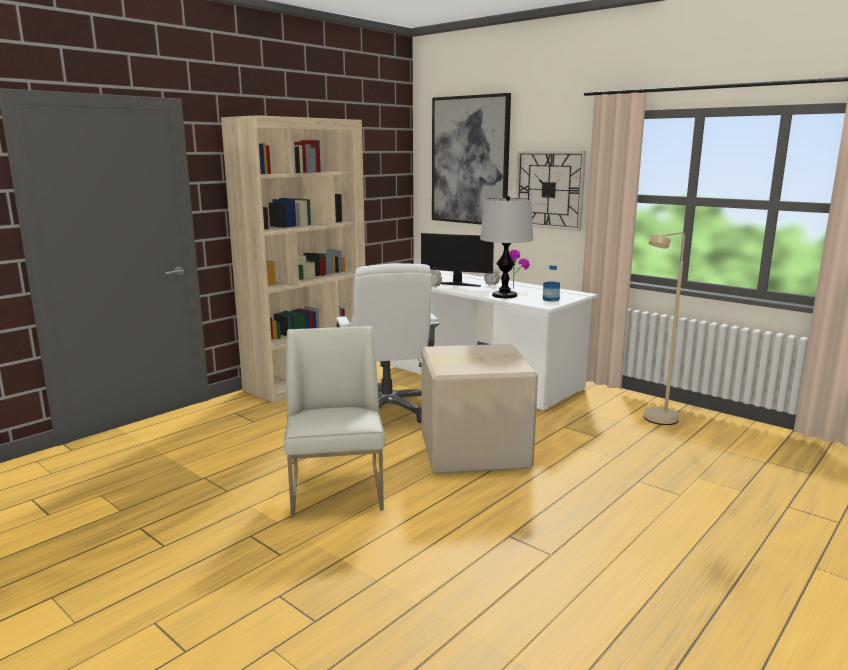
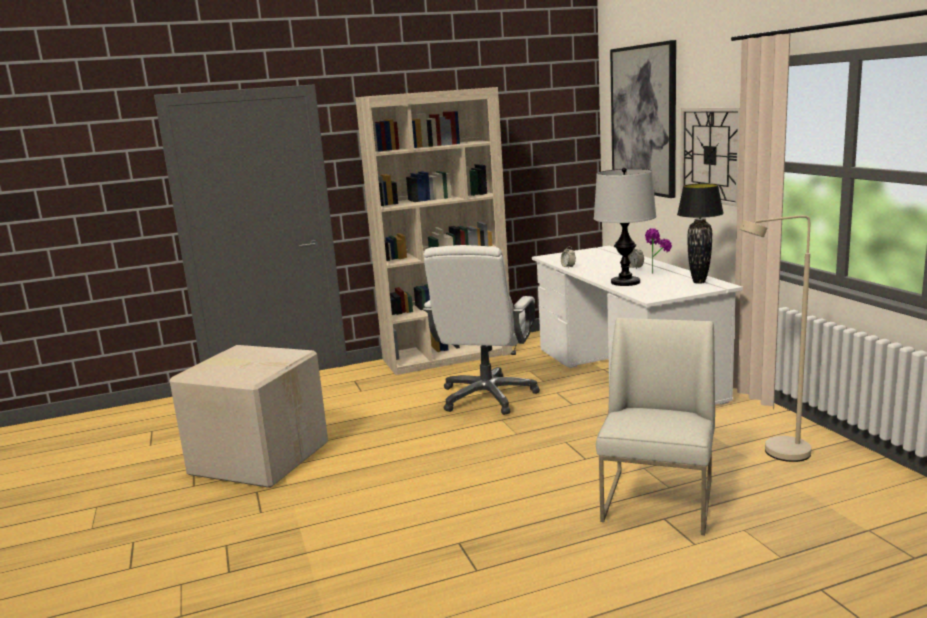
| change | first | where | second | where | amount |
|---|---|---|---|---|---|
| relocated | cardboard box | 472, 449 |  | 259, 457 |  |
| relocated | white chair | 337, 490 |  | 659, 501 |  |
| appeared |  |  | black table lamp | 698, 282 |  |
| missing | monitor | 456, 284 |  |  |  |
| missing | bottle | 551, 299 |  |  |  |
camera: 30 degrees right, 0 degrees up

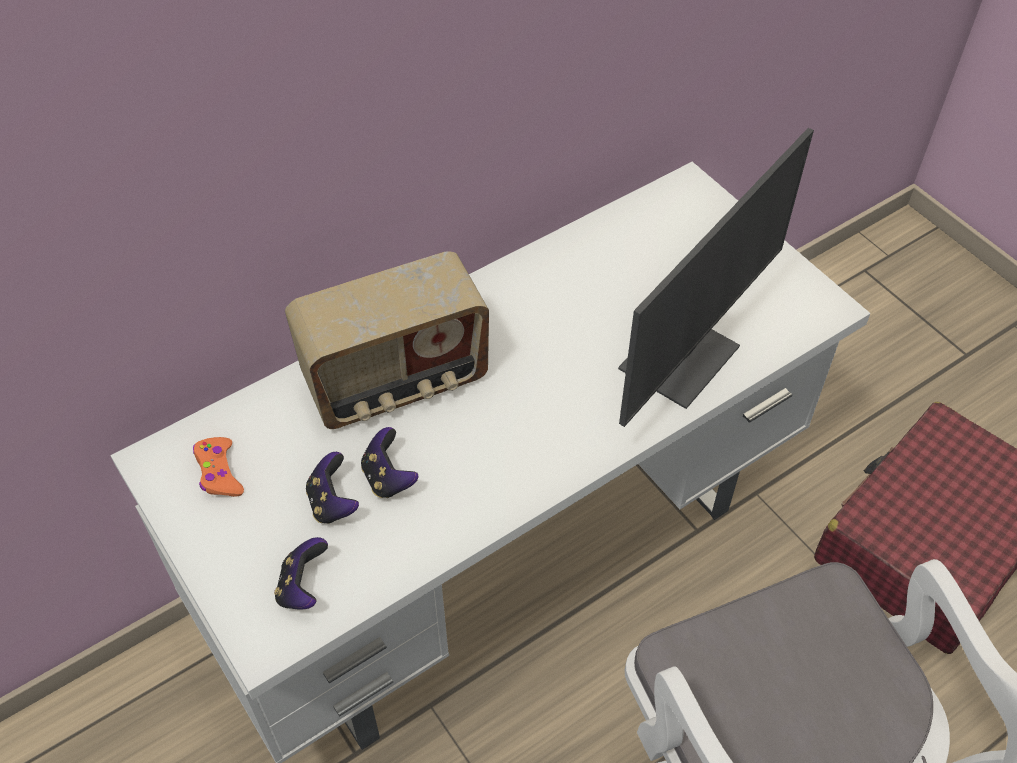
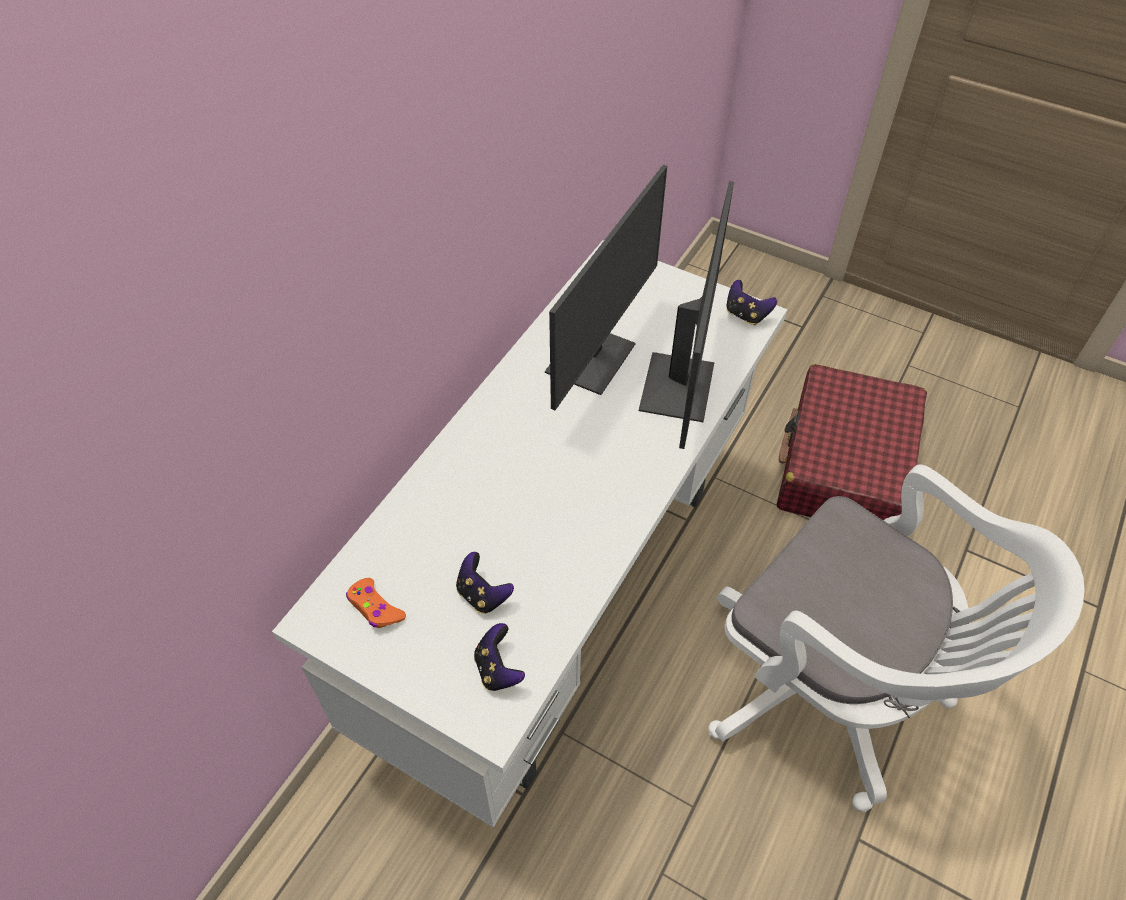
| change | first | where | second | where | amount |
|---|---|---|---|---|---|
| appeared |  |  | monitor | 593, 359 |  |
| relocated | game controller | 388, 478 |  | 746, 315 |  |
| missing | radio | 396, 383 |  |  |  |
camera: 25 degrees left, 0 degrees up

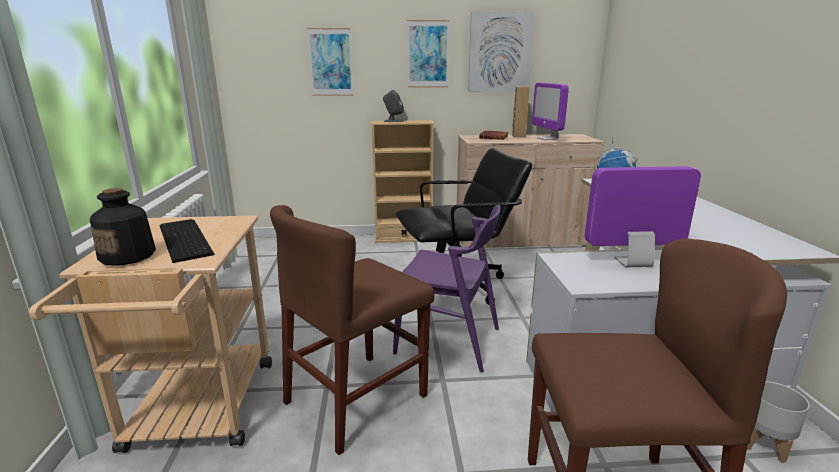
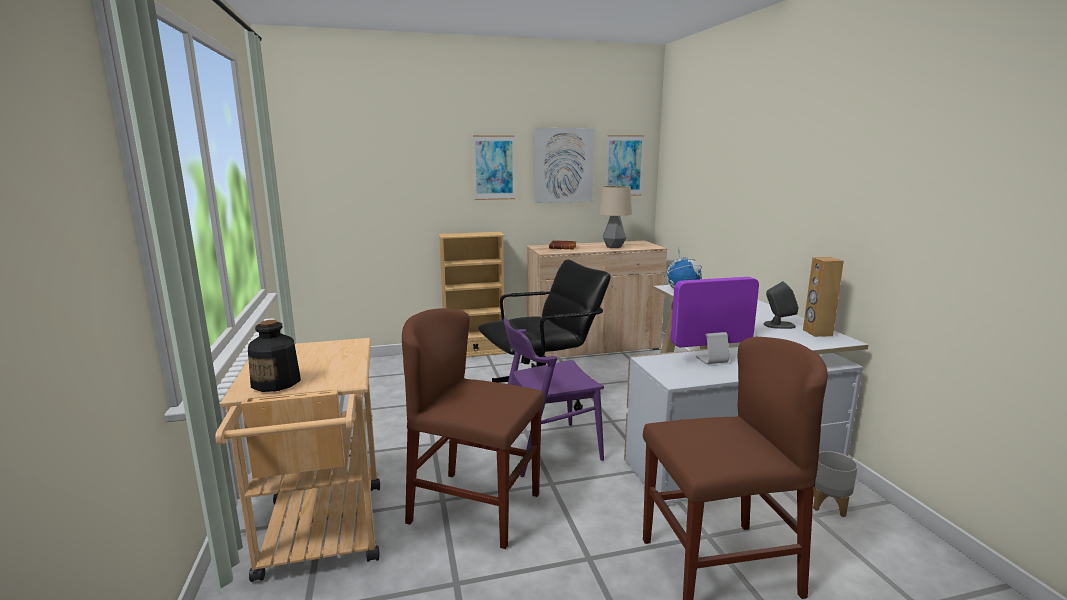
| change | first | where | second | where | amount |
|---|---|---|---|---|---|
| spun | brown chair | 356, 398 |  | 475, 508 | 75 degrees clockwise |
| spun | purple chair | 448, 341 |  | 547, 448 | 150 degrees clockwise |
| exchanged | monitor | 547, 139 | table lamp | 614, 247 |  |
| relocated | picture | 331, 62 |  | 624, 165 |  |
| relocated | grey speaker | 393, 121 |  | 778, 325 |  |
| relocated | brown speaker | 518, 136 |  | 817, 333 |  |
| missing | keyboard | 182, 240 |  |  |  |
camera: 10 degrees left, 5 degrees down

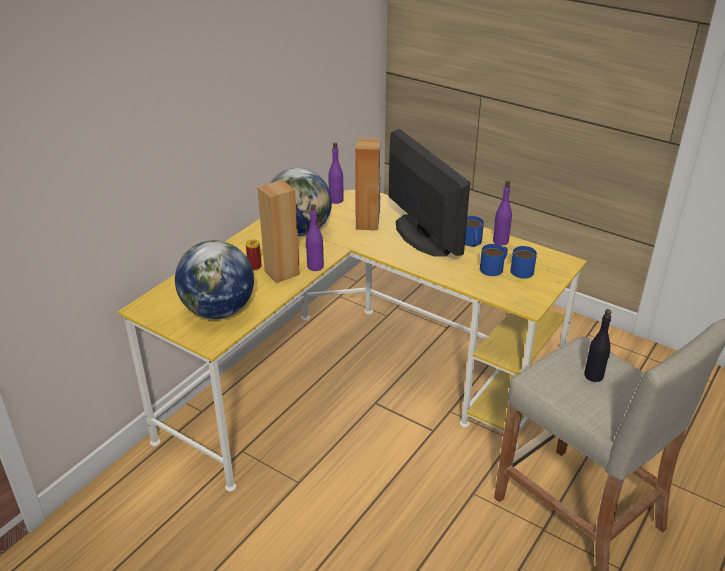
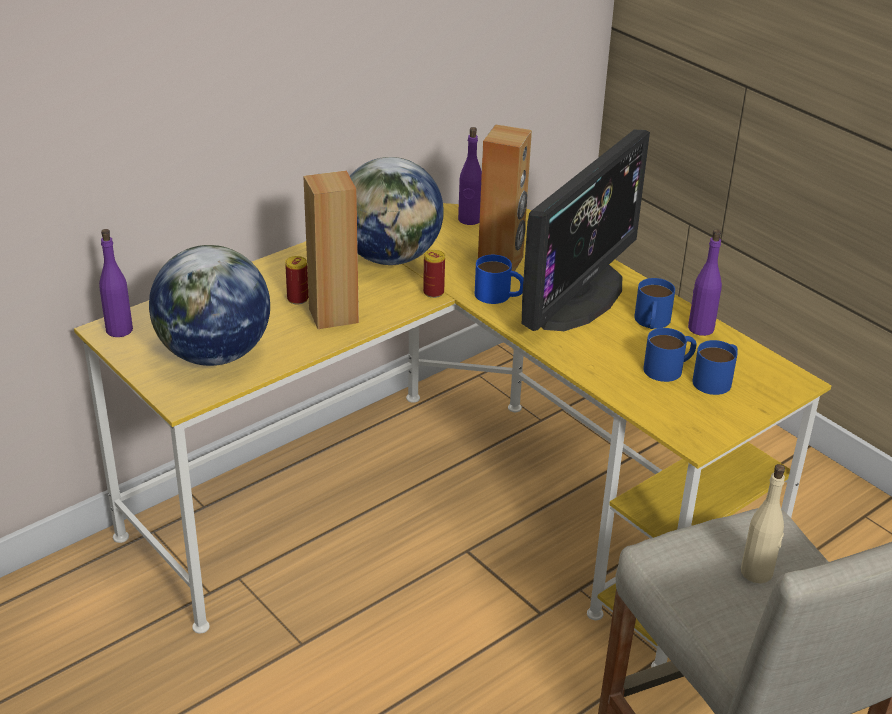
| change | first | where | second | where | amount |
|---|---|---|---|---|---|
| relocated | purple bottle | 315, 266 |  | 119, 330 |  |
| appeared |  |  | can | 433, 292 |  |
| appeared |  |  | blue mug | 499, 296 |  |
| spun | monitor | 422, 235 |  | 578, 297 | 45 degrees clockwise |
| colour | black bottle | 594, 375 | beige bottle | 757, 572 |  |
camera: 15 degrees right, 0 degrees up

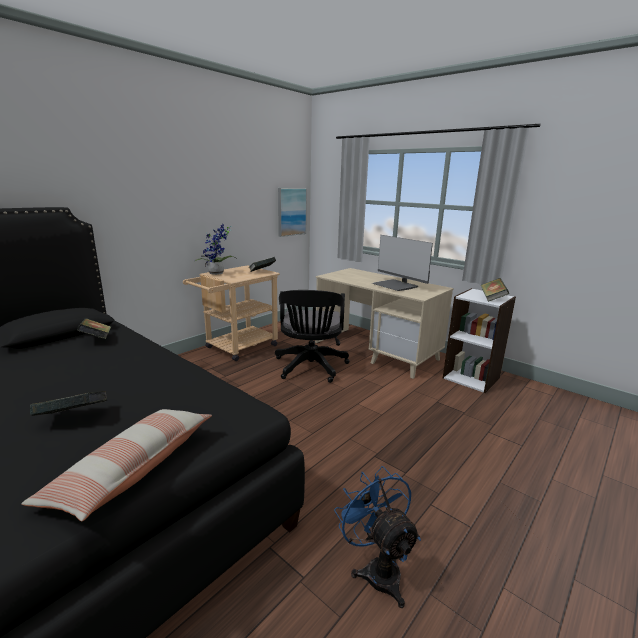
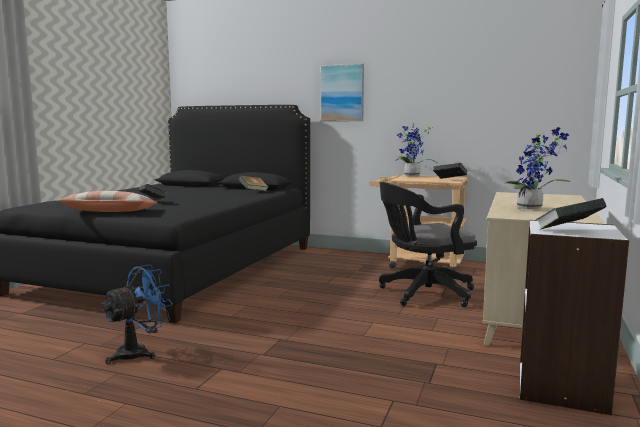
| change | first | where | second | where | amount |
|---|---|---|---|---|---|
| relocated | picture | 291, 211 |  | 342, 93 |  |
| exchanged | monitor | 395, 286 | potted plant | 533, 208 |  |
camera: 70 degrees right, 10 degrees down

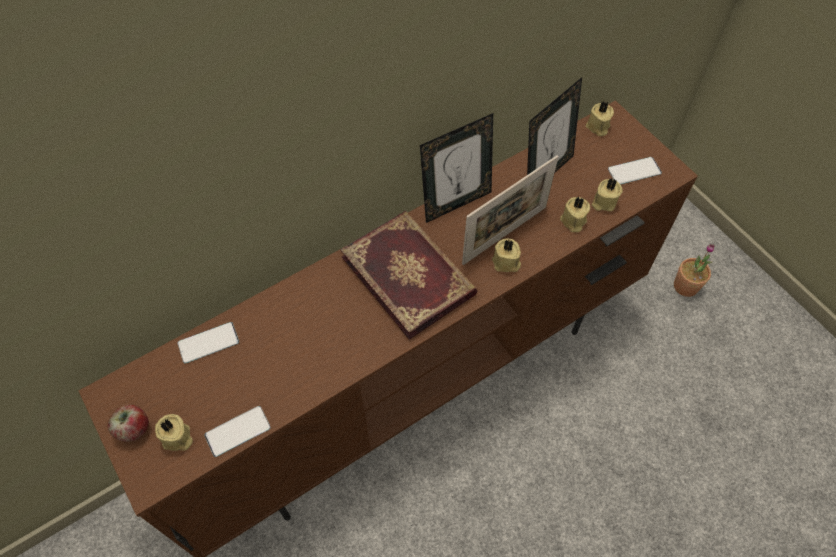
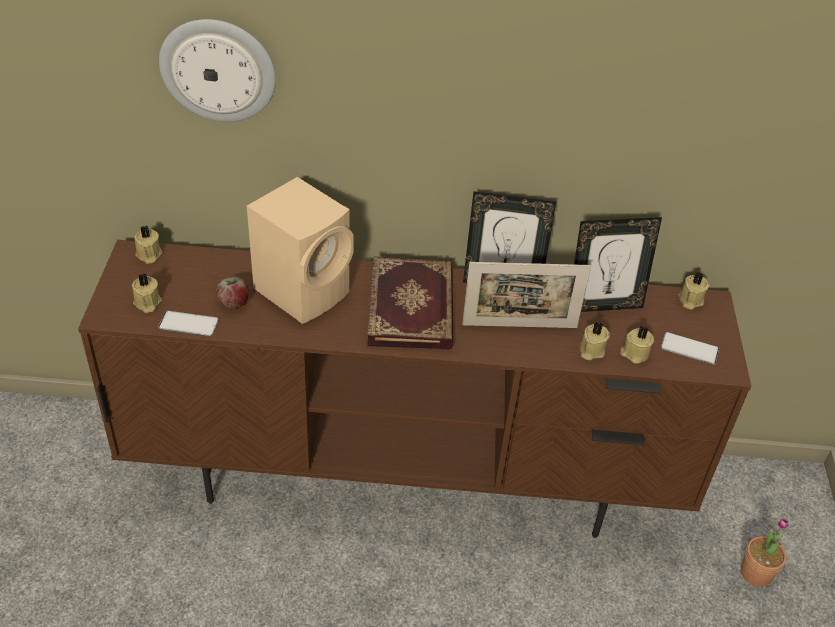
| change | first | where | second | where | amount |
|---|---|---|---|---|---|
| relocated | beige candle | 506, 263 |  | 148, 255 |  |
| appeared |  |  | wall clock | 218, 70 |  |
| relocated | apple | 134, 429 |  | 234, 302 |  |
| appeared |  |  | beige speaker | 304, 290 |  |
| missing | phone | 208, 342 |  |  |  |
camera: 35 degrees right, 15 degrees down

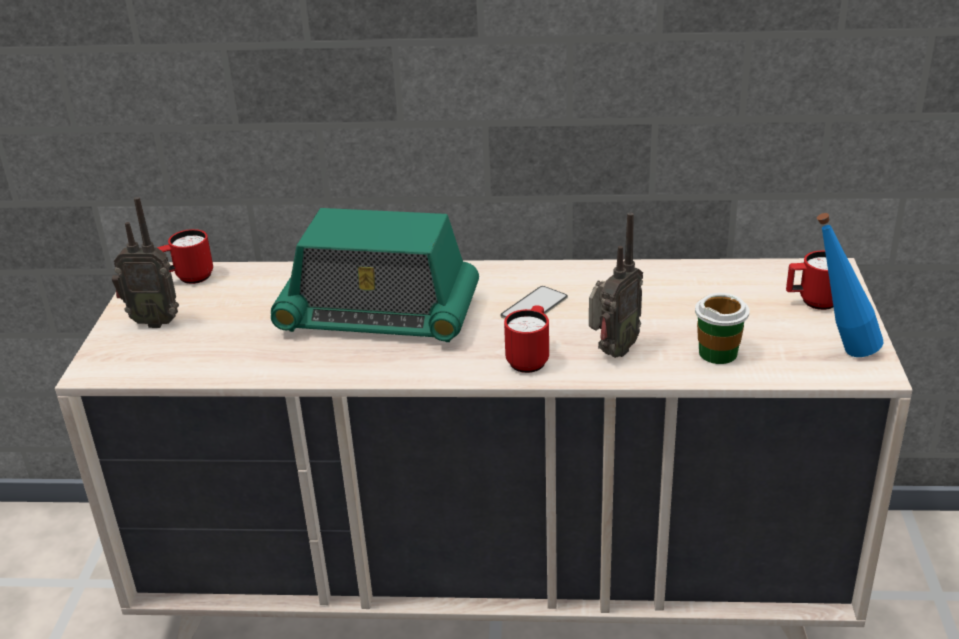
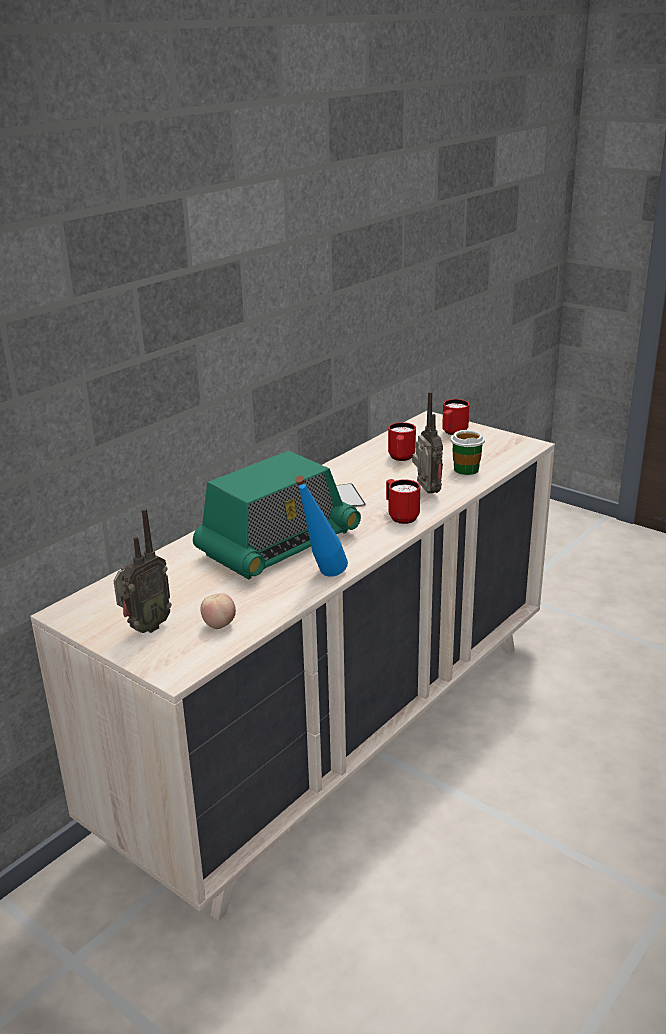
| change | first | where | second | where | amount |
|---|---|---|---|---|---|
| appeared |  |  | apple | 219, 625 |  |
| relocated | blue bottle | 839, 350 |  | 322, 577 |  |
| relocated | red mug | 189, 278 |  | 401, 458 |  |
camera: 55 degrees left, 5 degrees down

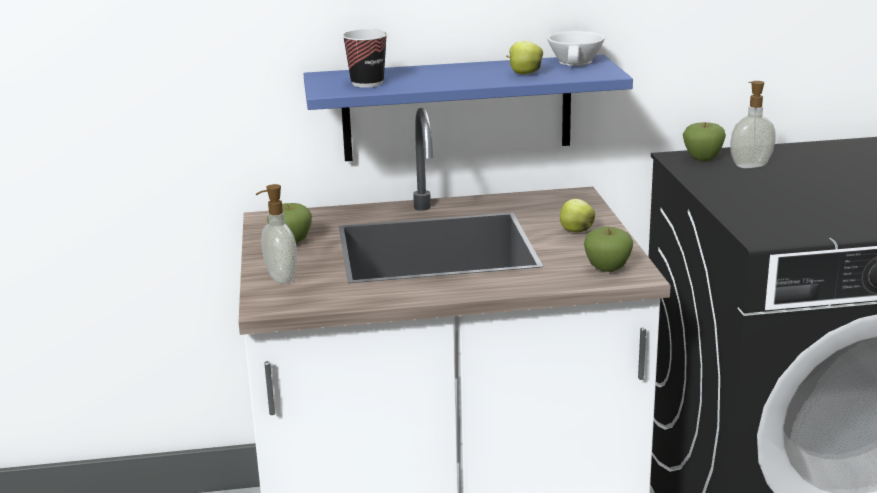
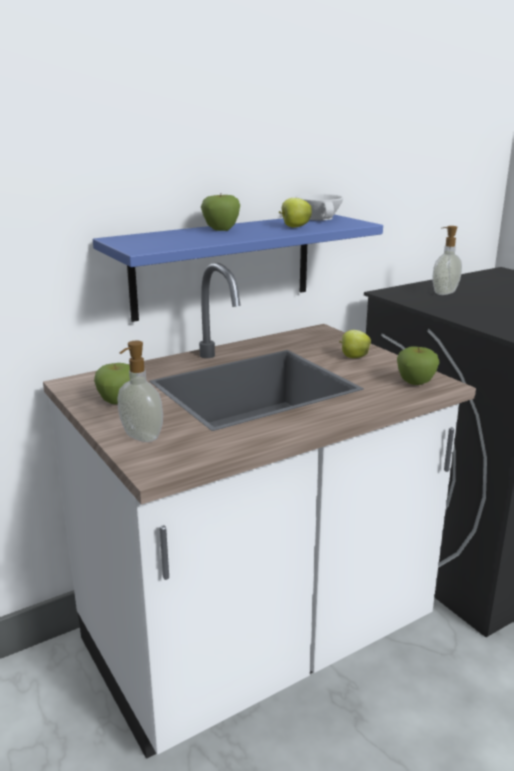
| change | first | where | second | where | amount |
|---|---|---|---|---|---|
| relocated | apple | 702, 158 |  | 221, 229 |  |
| missing | cup | 367, 83 |  |  |  |
camera: 25 degrees left, 0 degrees up

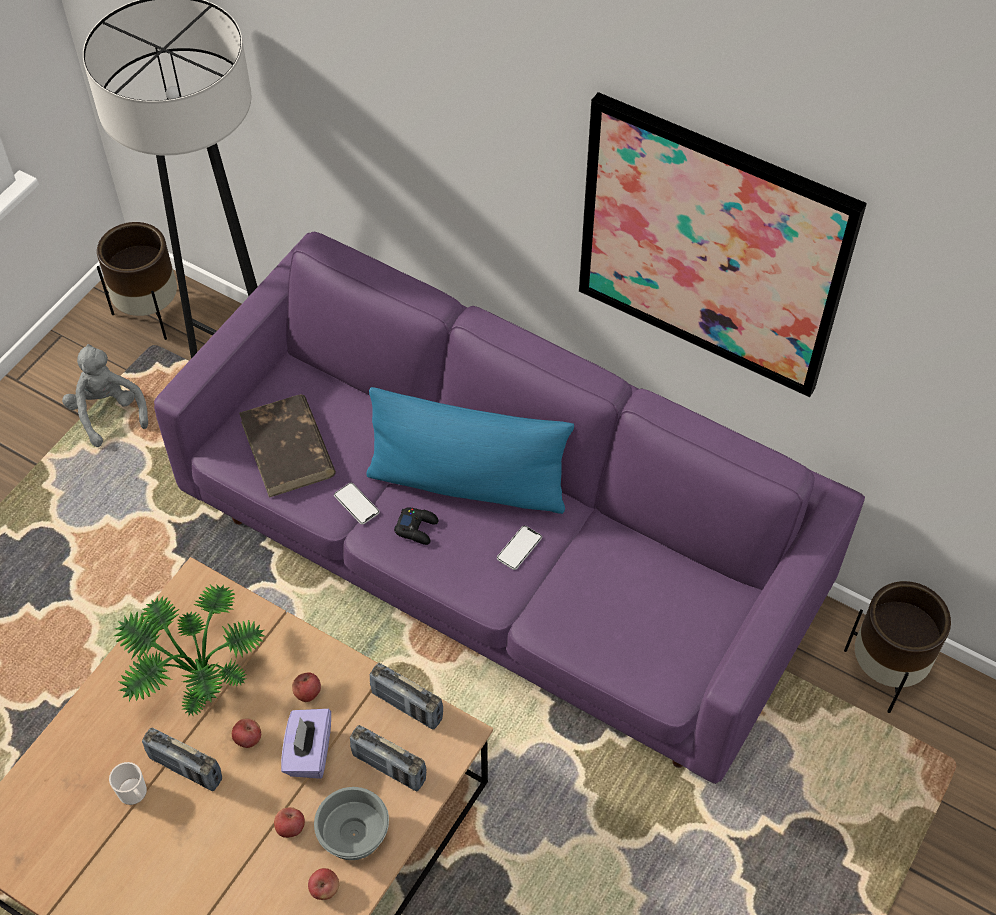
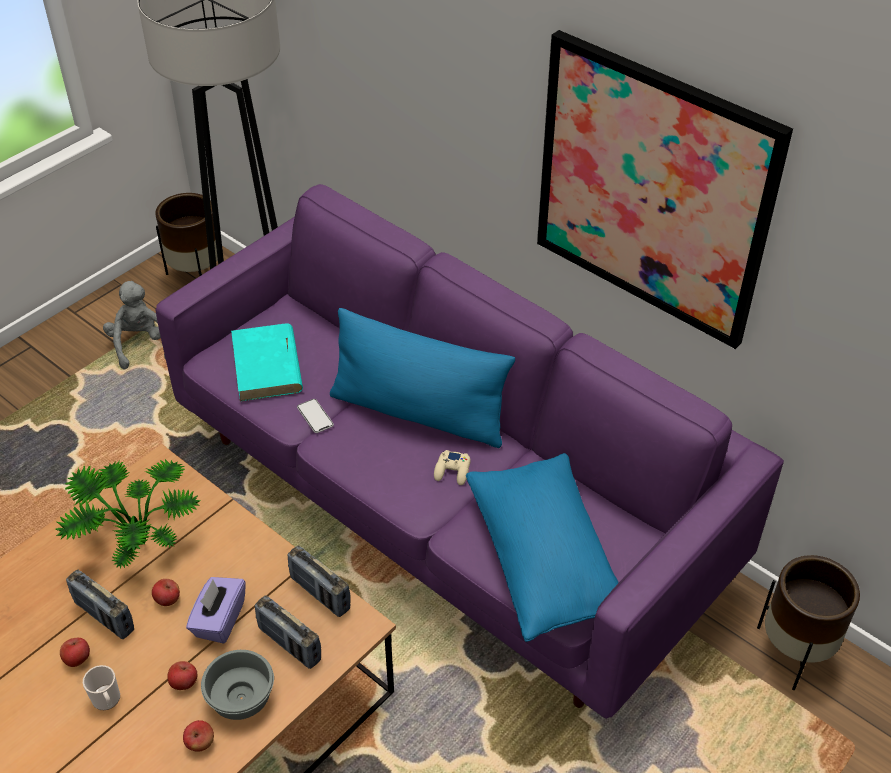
| change | first | where | second | where | amount |
|---|---|---|---|---|---|
| relocated | apple | 307, 693 |  | 77, 659 |  |
| relocated | mug | 134, 794 |  | 107, 700 |  |
| colour | brown book | 288, 449 | turquoise book | 267, 366 |  |
| exchanged | phone | 519, 548 | beige game controller | 452, 471 |  |
| appeared |  |  | blue pillow | 545, 560 |  |
| missing | black game controller | 417, 528 |  |  |  |
camera: 10 degrees right, 10 degrees down

